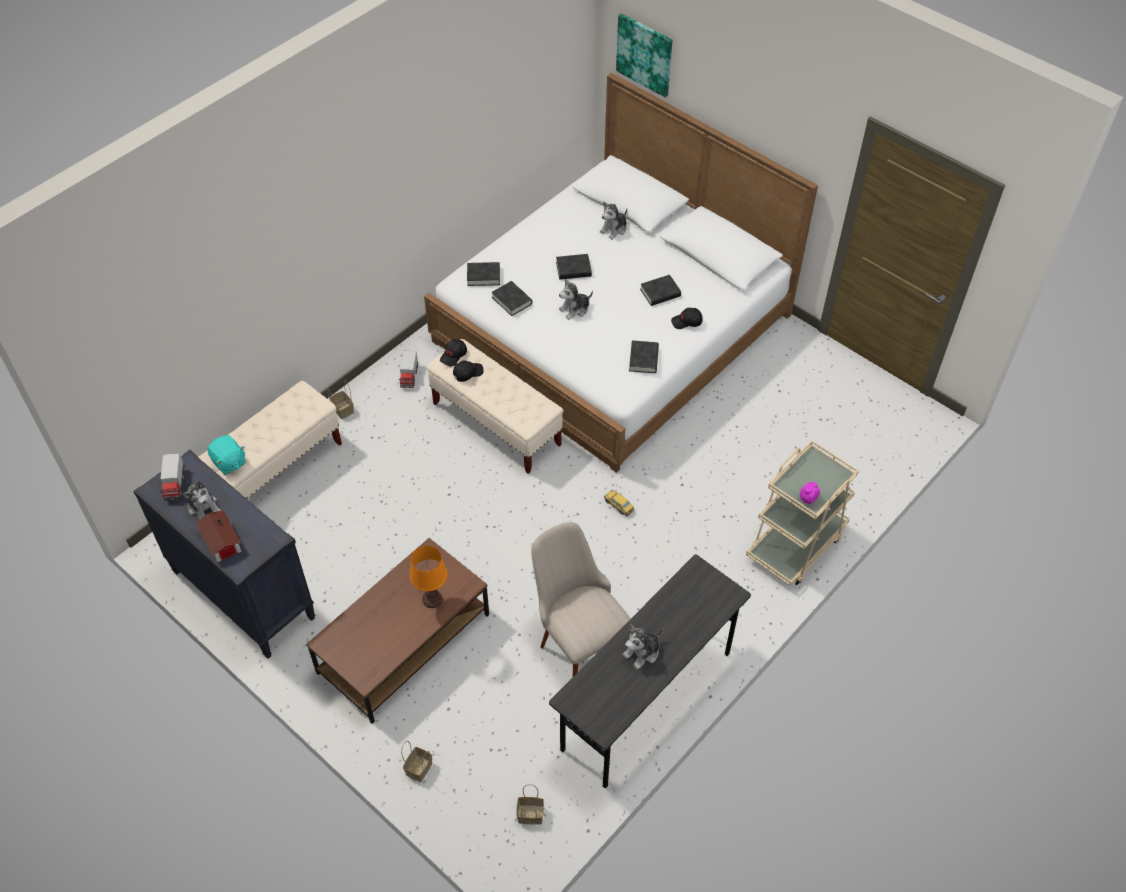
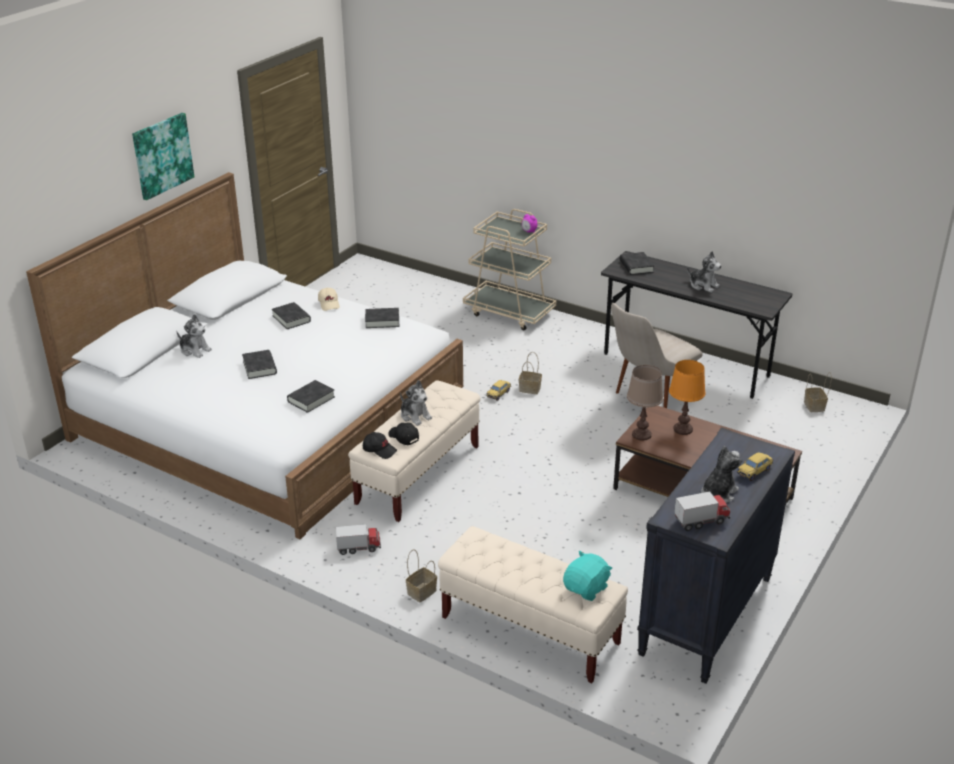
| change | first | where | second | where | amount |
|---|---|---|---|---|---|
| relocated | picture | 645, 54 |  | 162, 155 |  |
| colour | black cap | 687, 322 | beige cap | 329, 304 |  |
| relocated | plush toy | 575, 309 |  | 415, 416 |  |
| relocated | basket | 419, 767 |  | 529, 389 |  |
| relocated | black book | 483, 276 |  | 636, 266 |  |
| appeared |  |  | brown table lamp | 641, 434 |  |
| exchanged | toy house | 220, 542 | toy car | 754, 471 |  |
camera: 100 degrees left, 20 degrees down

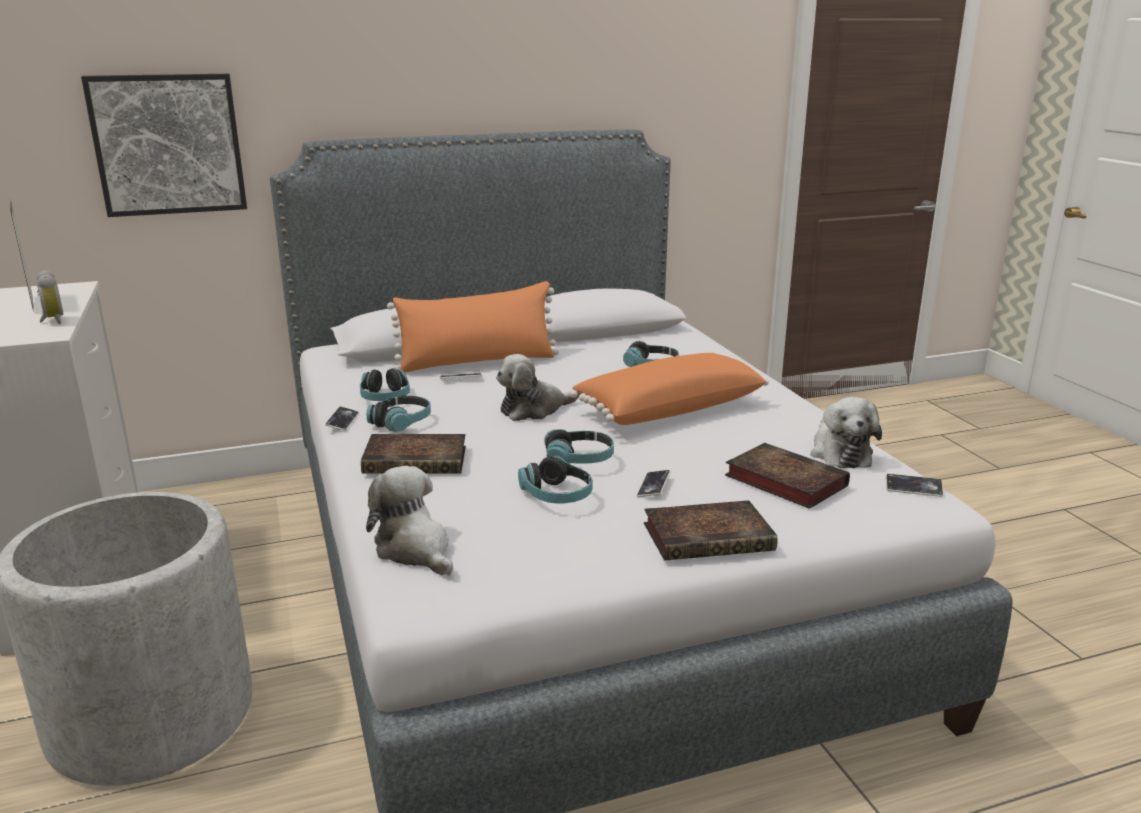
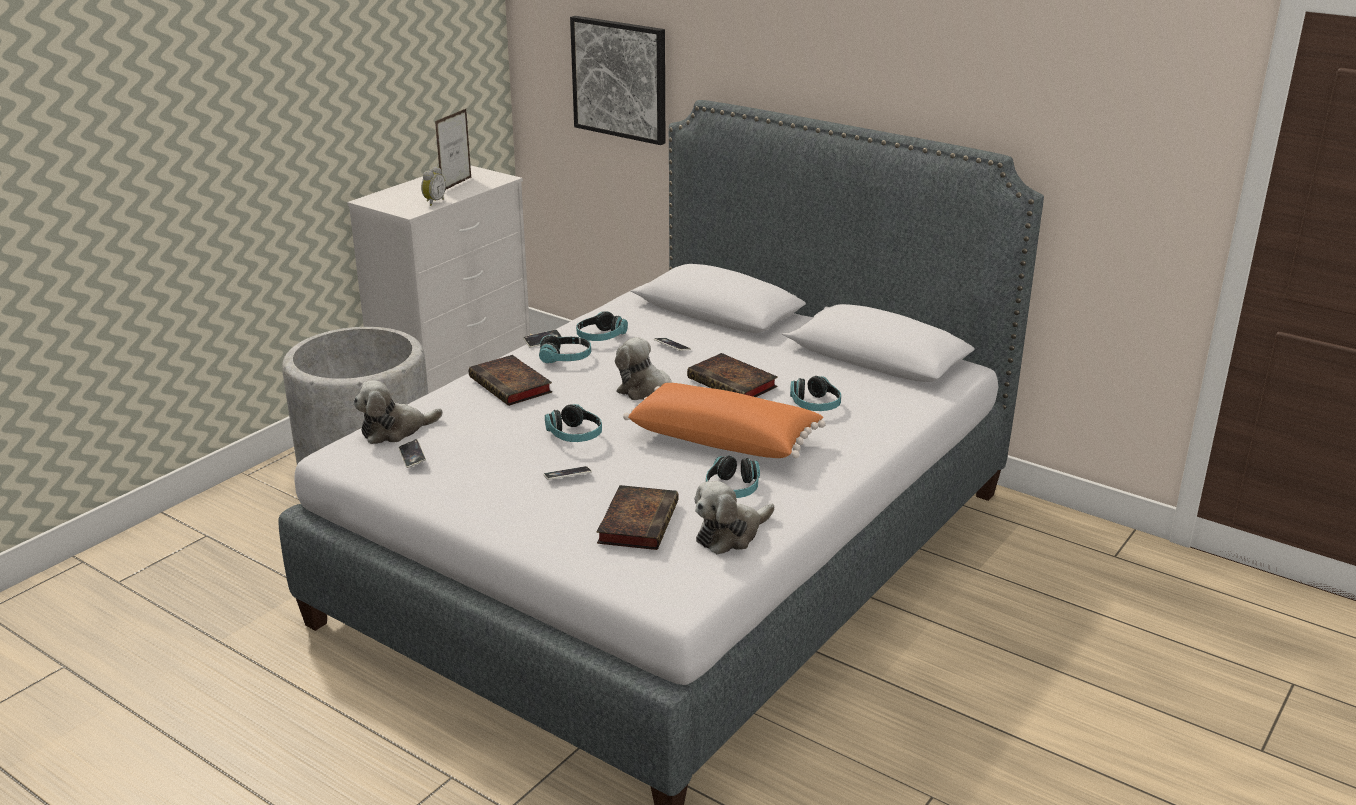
| change | first | where | second | where | amount |
|---|---|---|---|---|---|
| spun | plush toy | 415, 549 |  | 395, 430 | 135 degrees counterclockwise |
| relocated | phone | 913, 488 |  | 412, 456 |  |
| relocated | book | 710, 537 |  | 734, 383 |  |
| relocated | headphones | 557, 495 |  | 732, 489 |  |
| missing | orange pillow | 477, 362 |  |  |  |
camera: 55 degrees right, 5 degrees up

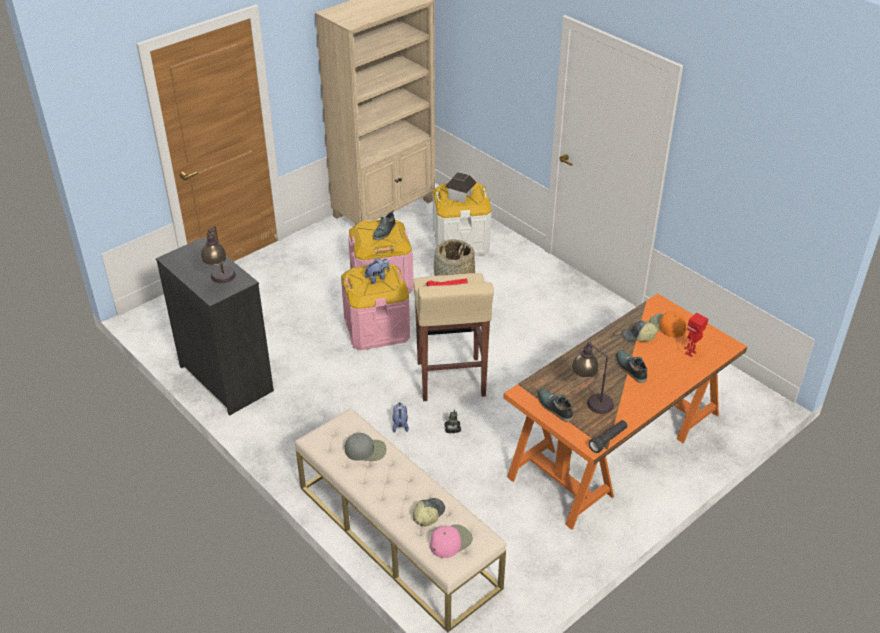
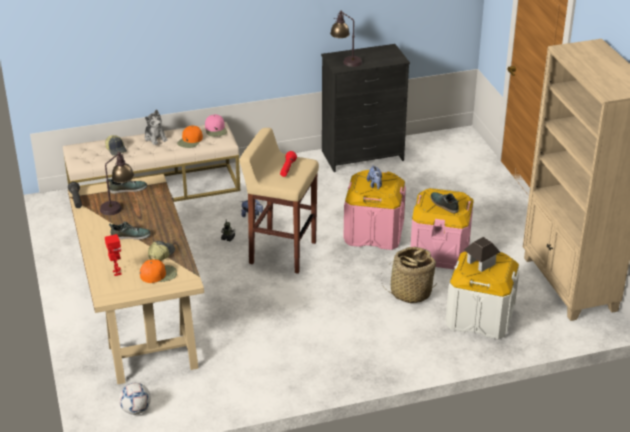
| change | first | where | second | where | amount |
|---|---|---|---|---|---|
| colour | orange desk | 616, 446 | beige desk | 139, 311 |  |
| appeared |  |  | football | 136, 410 |  |
| appeared |  |  | plush toy | 155, 138 |  |
| colour | grey cap | 366, 450 | orange cap | 190, 141 |  |
| relocated | pink cap | 450, 541 |  | 216, 129 |  |
camera: 115 degrees right, 5 degrees down

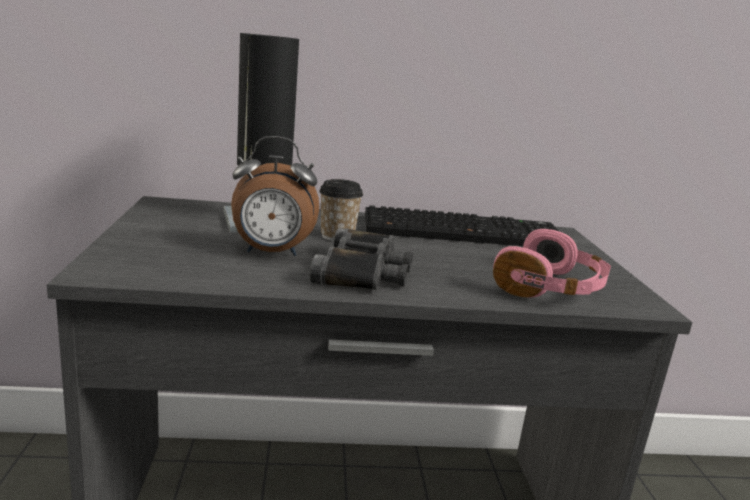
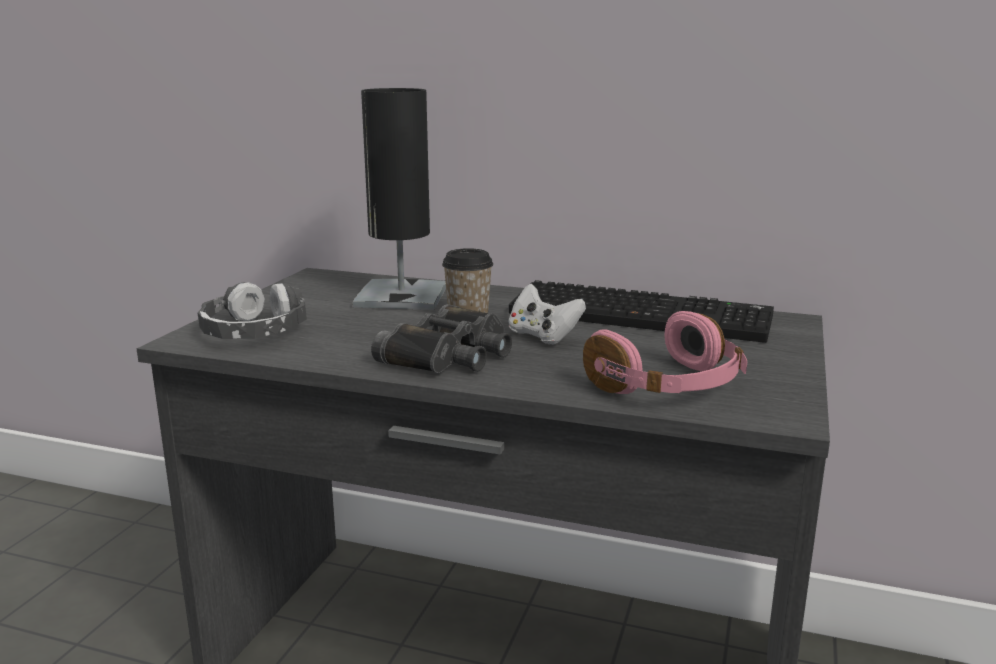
| change | first | where | second | where | amount |
|---|---|---|---|---|---|
| appeared |  |  | headphones | 254, 331 |  |
| appeared |  |  | white game controller | 543, 336 |  |
| missing | alarm clock | 272, 253 |  |  |  |
camera: 25 degrees right, 0 degrees up

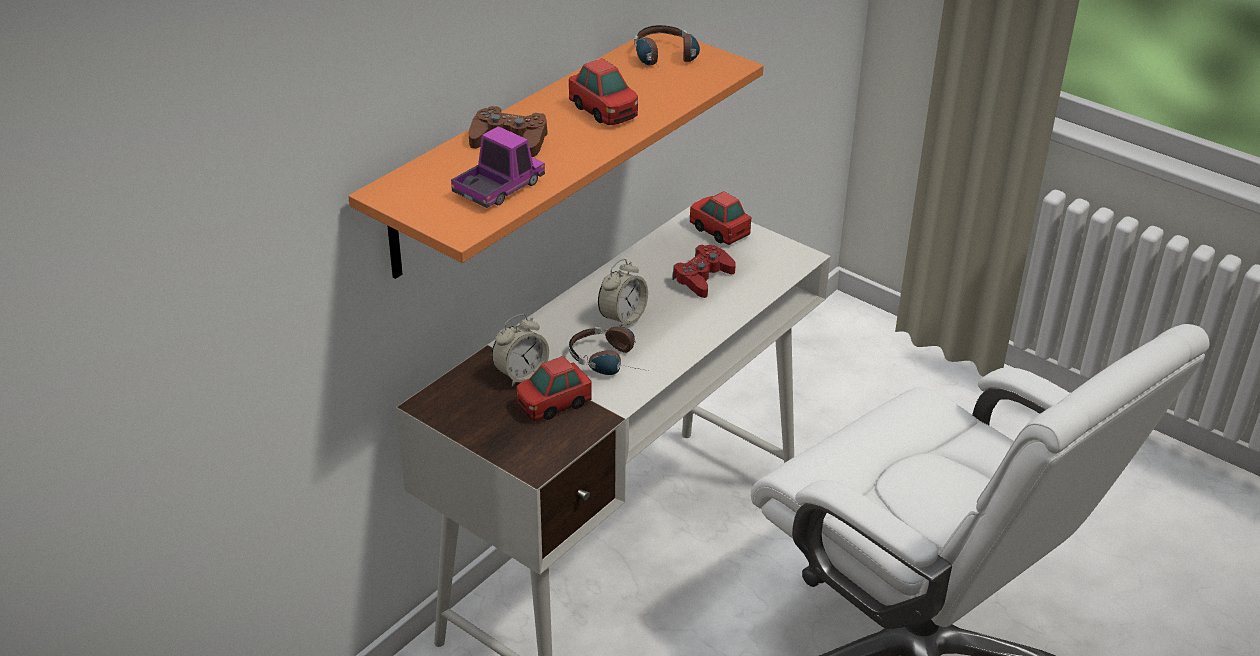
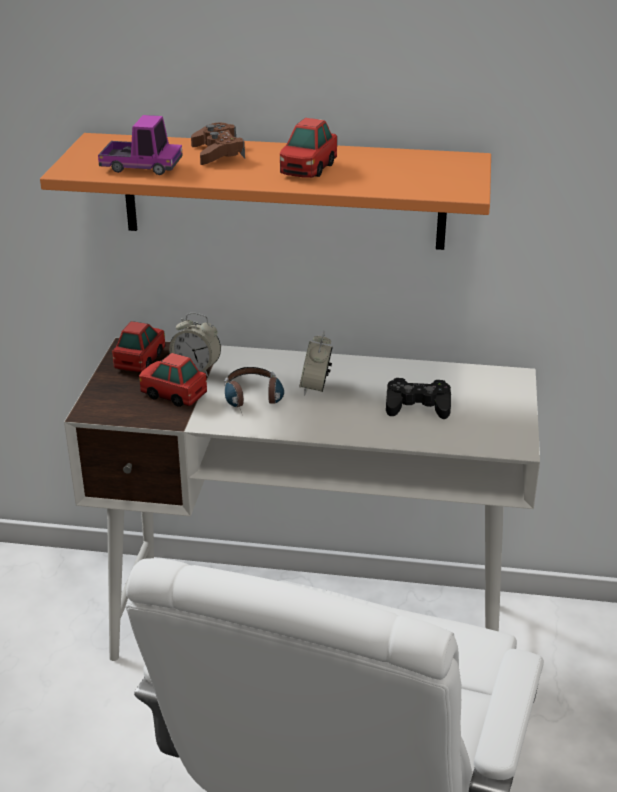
| change | first | where | second | where | amount |
|---|---|---|---|---|---|
| relocated | toy car | 718, 230 |  | 141, 359 |  |
| spun | alarm clock | 622, 318 |  | 316, 387 | 90 degrees clockwise |
| colour | red game controller | 702, 277 | black game controller | 418, 406 |  |
| missing | headphones | 667, 60 |  |  |  |
camera: 60 degrees right, 5 degrees down

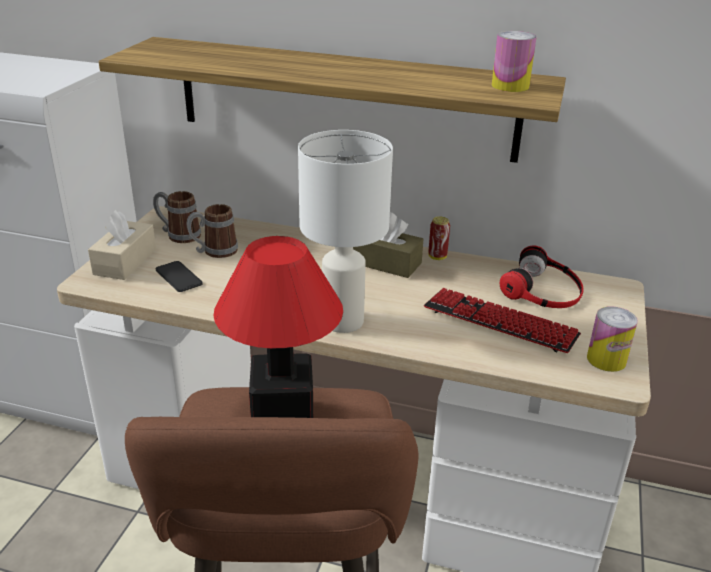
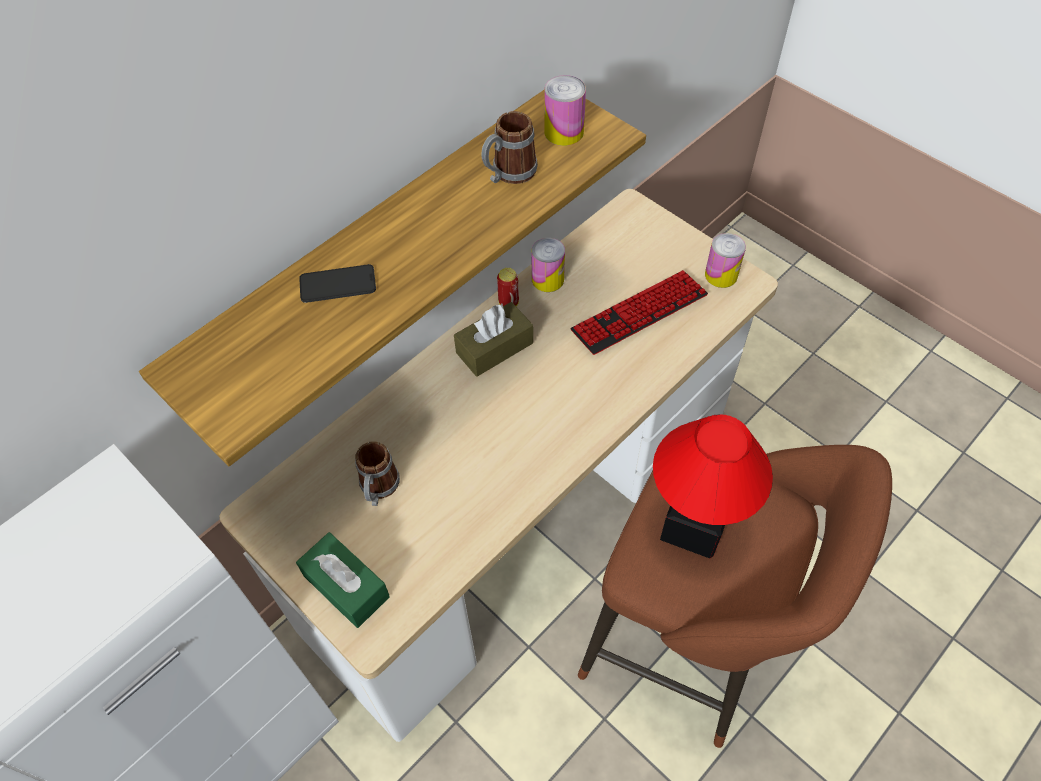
| change | first | where | second | where | amount |
|---|---|---|---|---|---|
| colour | beige tissue box | 125, 261 | green tissue box | 346, 586 |  |
| relocated | phone | 178, 277 |  | 338, 284 |  |
| relocated | mug | 178, 235 |  | 508, 174 |  |
| appeared |  |  | can | 547, 279 |  |
| missing | white table lamp | 342, 322 |  |  |  |
| missing | headphones | 543, 290 |  |  |  |
camera: 60 degrees left, 25 degrees up

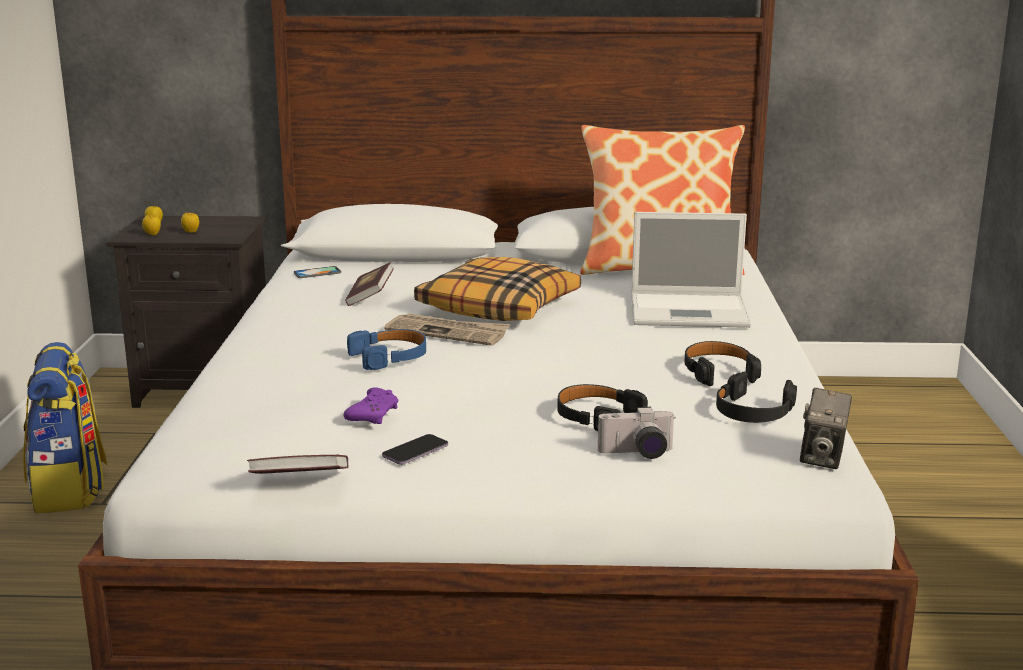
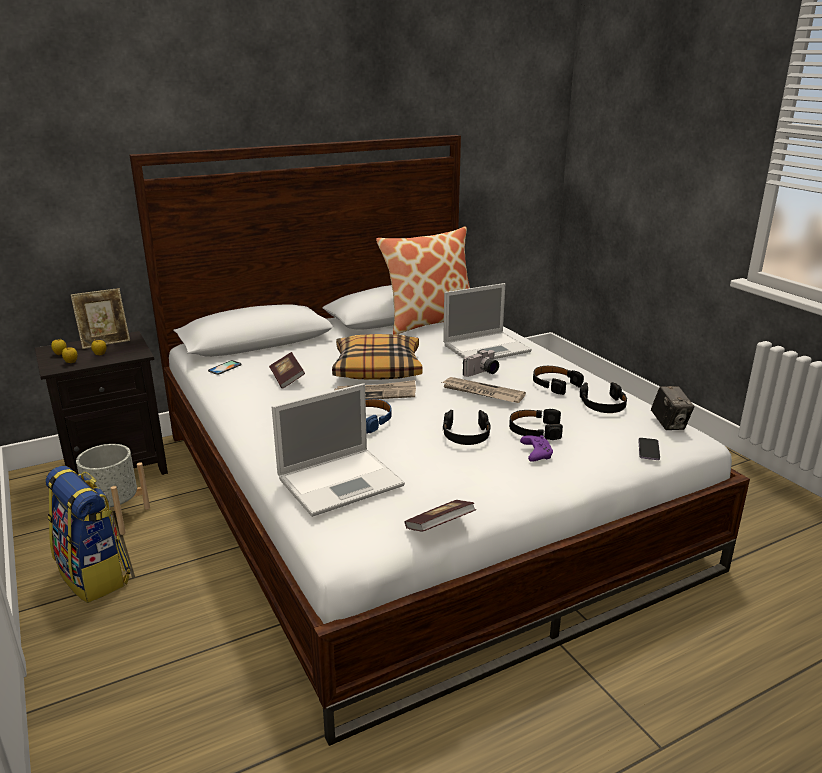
| change | first | where | second | where | amount |
|---|---|---|---|---|---|
| appeared |  |  | picture frame | 105, 342 |  |
| appeared |  |  | grey planter | 115, 517 |  |
| appeared |  |  | laptop | 342, 481 |  |
| appeared |  |  | newspaper | 481, 392 |  |
| appeared |  |  | black headphones | 466, 435 |  |
| relocated | photo camera | 637, 454 |  | 482, 373 |  |
| relocated | purple game controller | 373, 415 |  | 536, 453 |  |
| relocated | phone | 415, 451 |  | 648, 450 |  |
camera: 30 degrees left, 5 degrees up

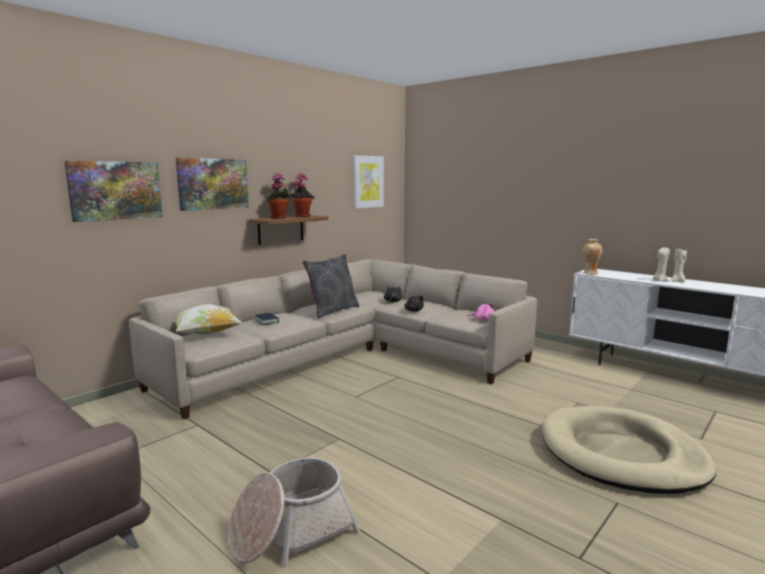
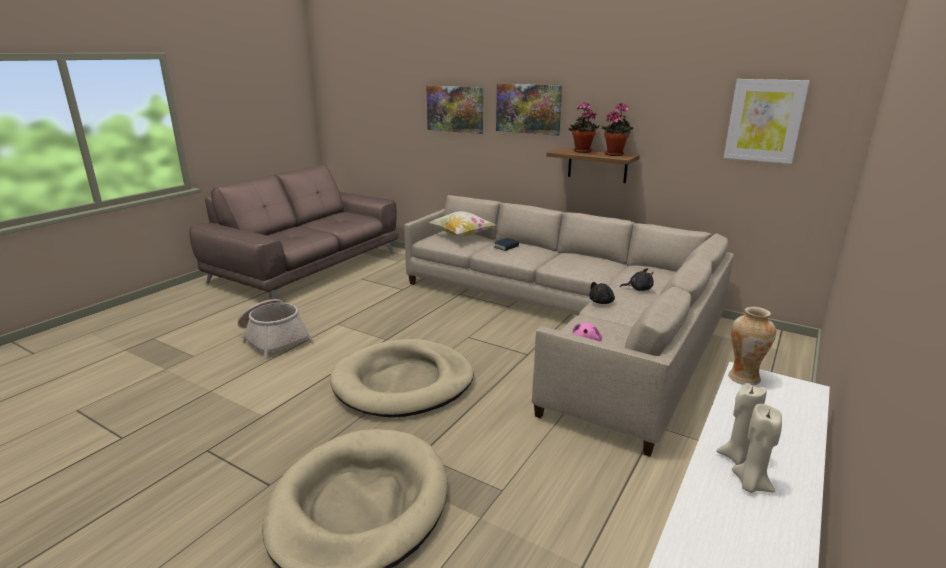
| change | first | where | second | where | amount |
|---|---|---|---|---|---|
| appeared |  |  | beige dog bed | 403, 383 |  |
| missing | grey pillow | 332, 310 |  |  |  |
camera: 80 degrees right, 10 degrees up

